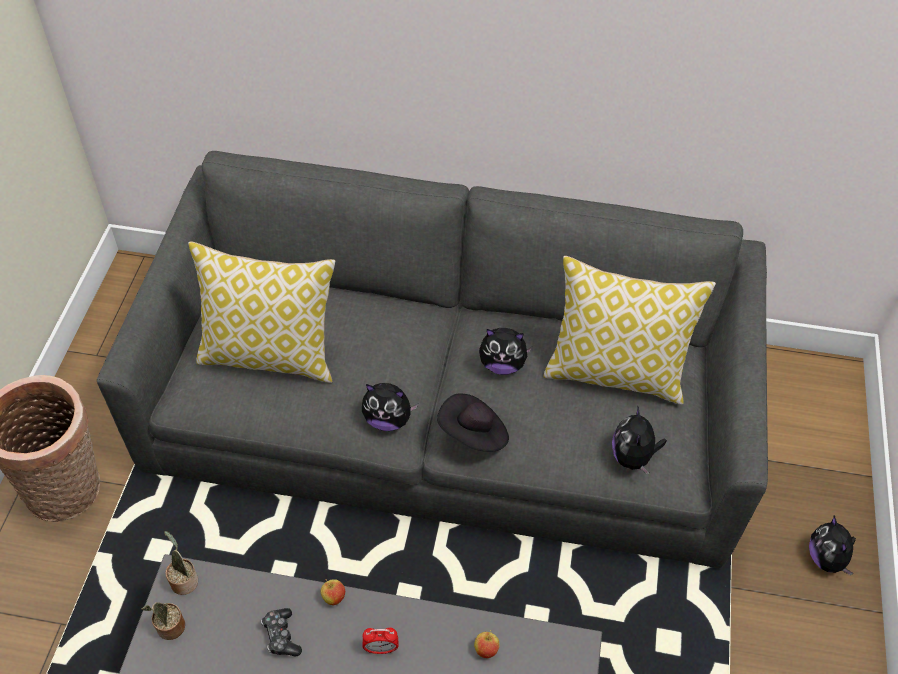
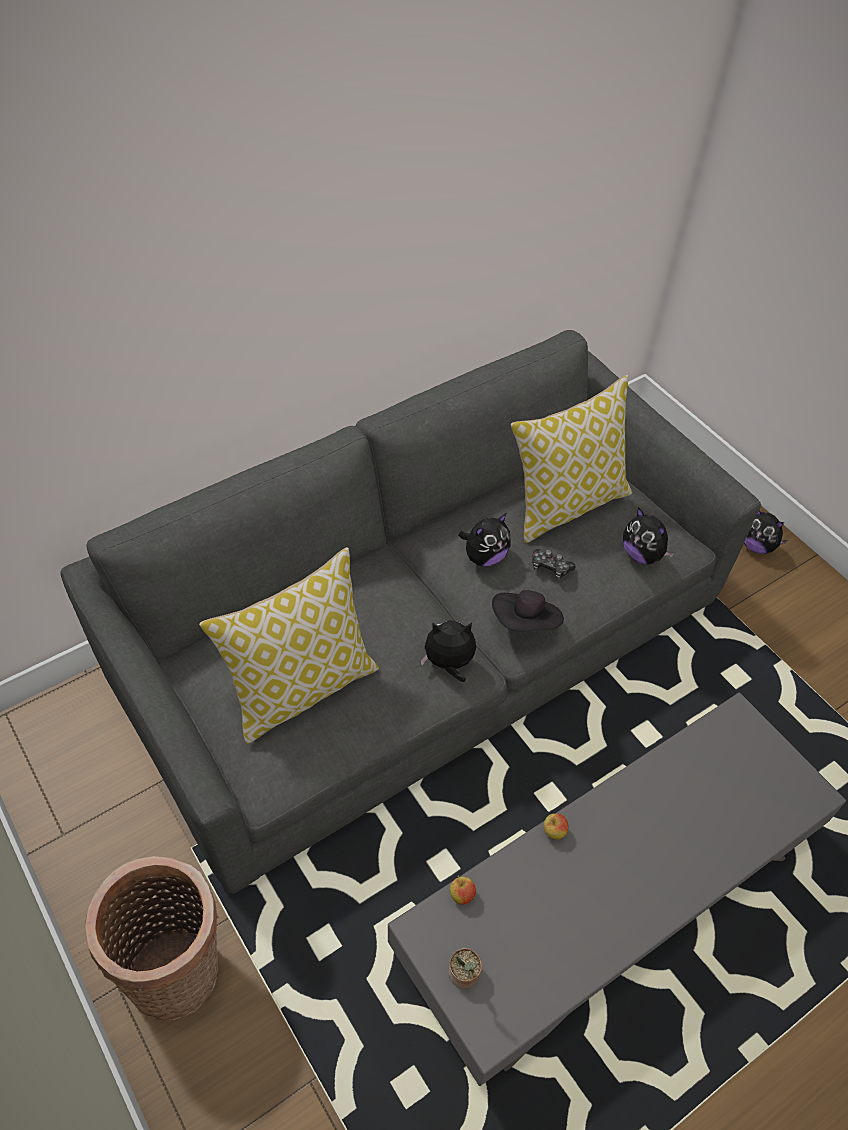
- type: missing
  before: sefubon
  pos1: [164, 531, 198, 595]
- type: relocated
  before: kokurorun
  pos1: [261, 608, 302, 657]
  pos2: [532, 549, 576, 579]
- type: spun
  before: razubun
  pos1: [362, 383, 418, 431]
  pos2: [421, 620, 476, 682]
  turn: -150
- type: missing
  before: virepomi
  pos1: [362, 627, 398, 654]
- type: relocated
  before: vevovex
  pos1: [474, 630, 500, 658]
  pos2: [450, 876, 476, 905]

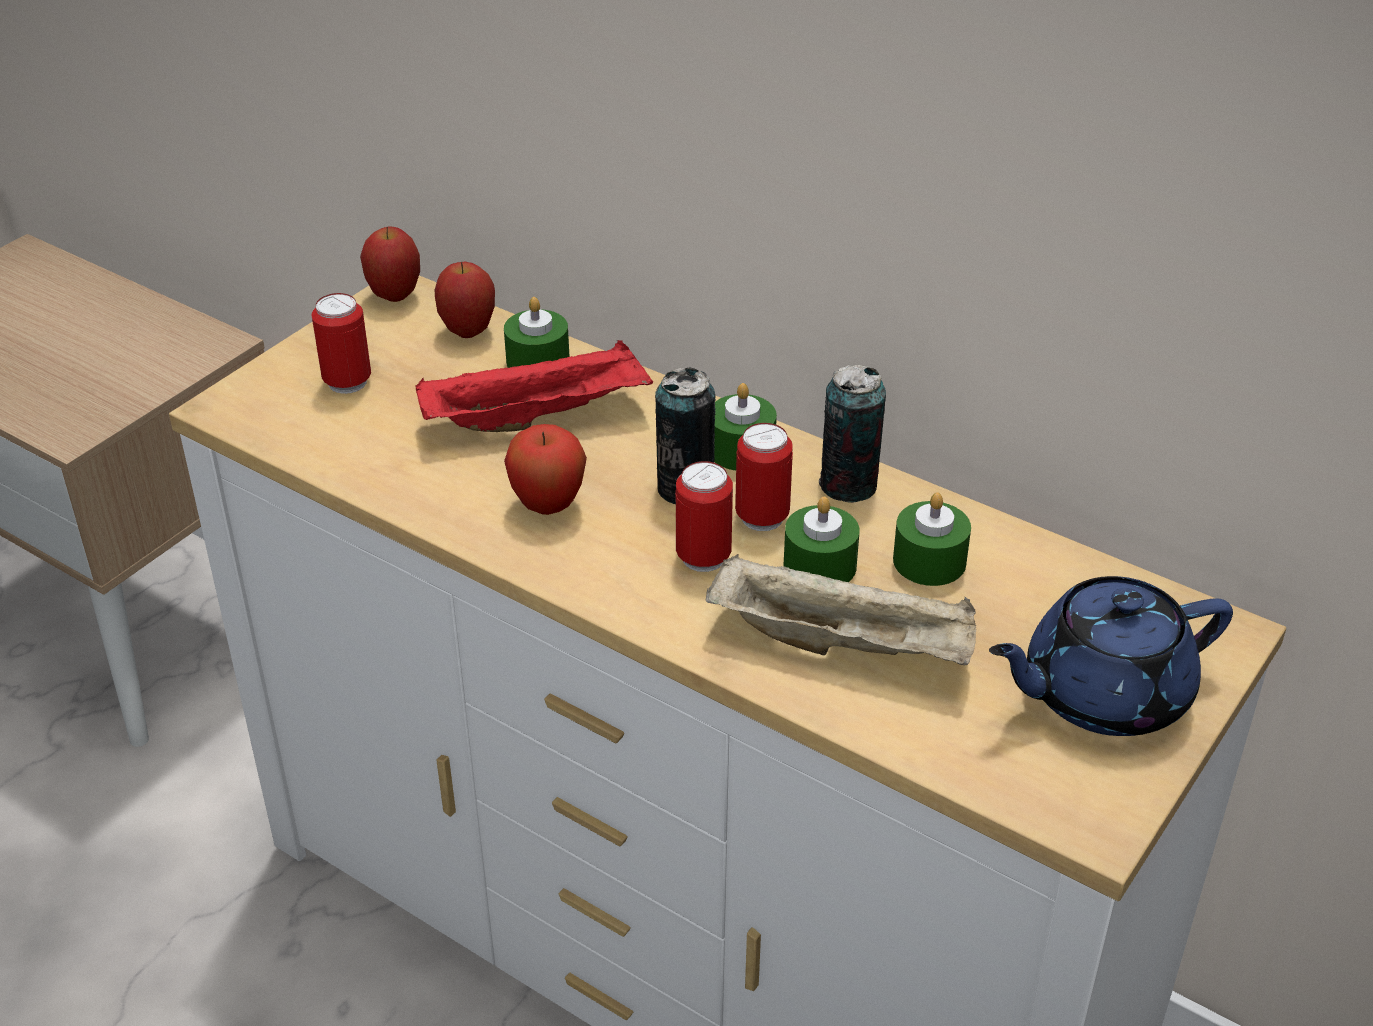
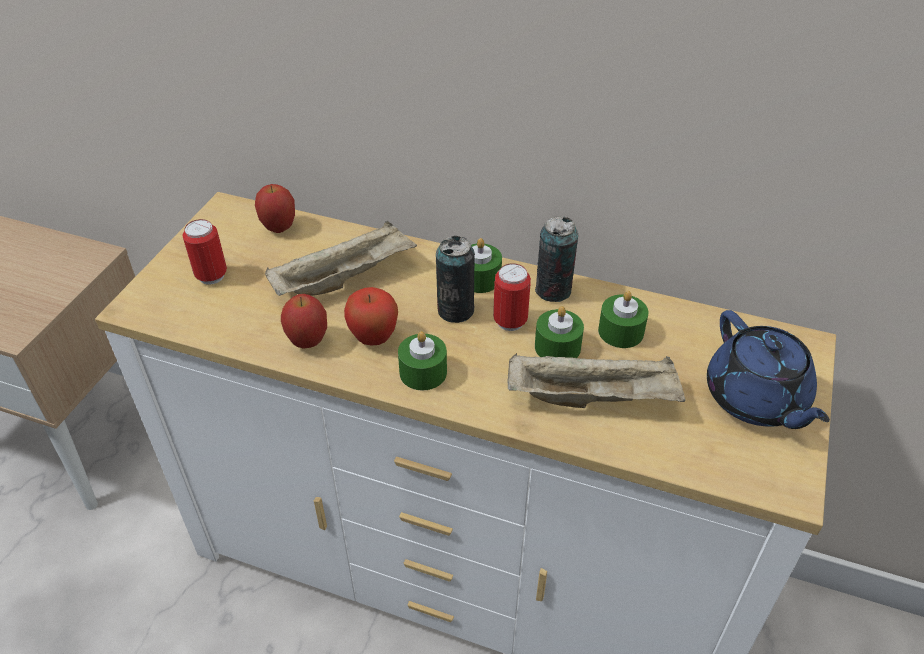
- type: relocated
  before: vevovex
  pos1: [360, 226, 420, 302]
  pos2: [281, 294, 327, 349]
- type: colour
  before: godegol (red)
  after: godegol (beige)
  pos1: [416, 340, 653, 432]
  pos2: [265, 221, 417, 296]
- type: relocated
  before: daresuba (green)
  pos1: [504, 297, 570, 368]
  pos2: [398, 331, 447, 391]
- type: missing
  before: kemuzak
  pos1: [676, 461, 733, 572]
- type: spun
  before: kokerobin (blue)
  pos1: [989, 576, 1233, 736]
  pos2: [707, 310, 830, 429]
  turn: -75

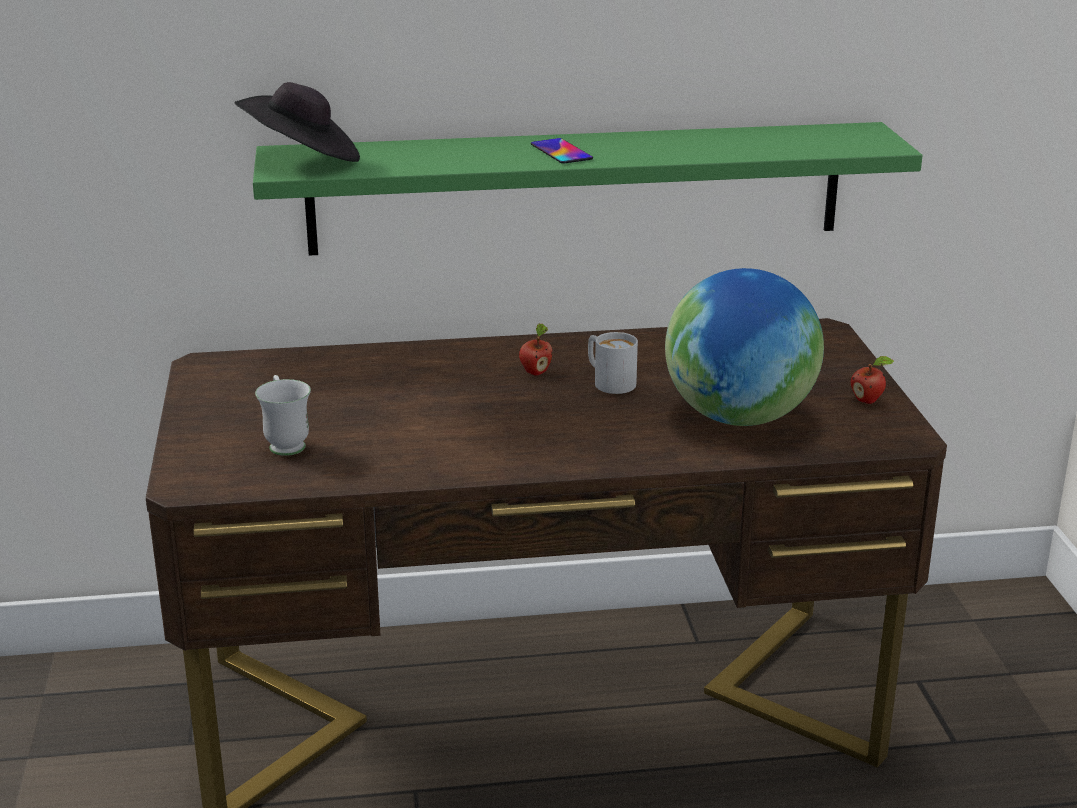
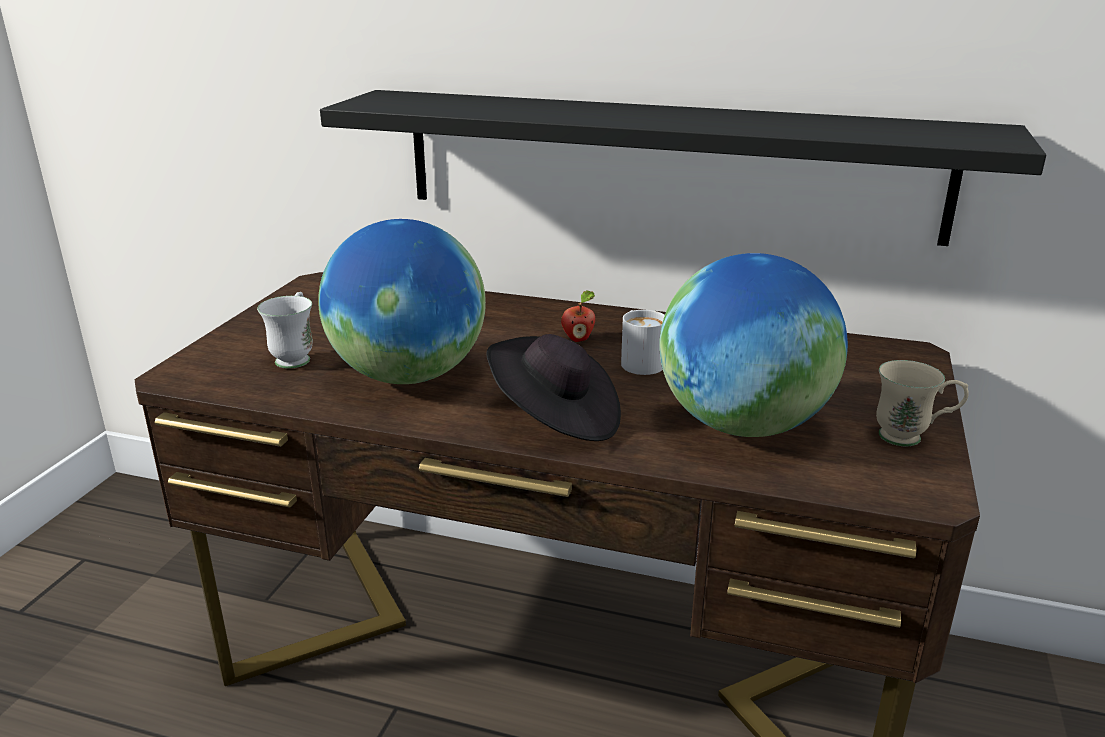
- type: relocated
  before: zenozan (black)
  pos1: [235, 82, 360, 162]
  pos2: [486, 334, 621, 441]
- type: colour
  before: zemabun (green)
  after: zemabun (black)
  pos1: [253, 122, 922, 256]
  pos2: [320, 90, 1046, 246]
- type: missing
  before: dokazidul
  pos1: [531, 138, 593, 164]
- type: exchanged
  before: vevovex
  after: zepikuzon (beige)
  pos1: [851, 356, 894, 404]
  pos2: [876, 360, 969, 446]
- type: appeared
  after: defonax
  pos2: [318, 219, 486, 384]

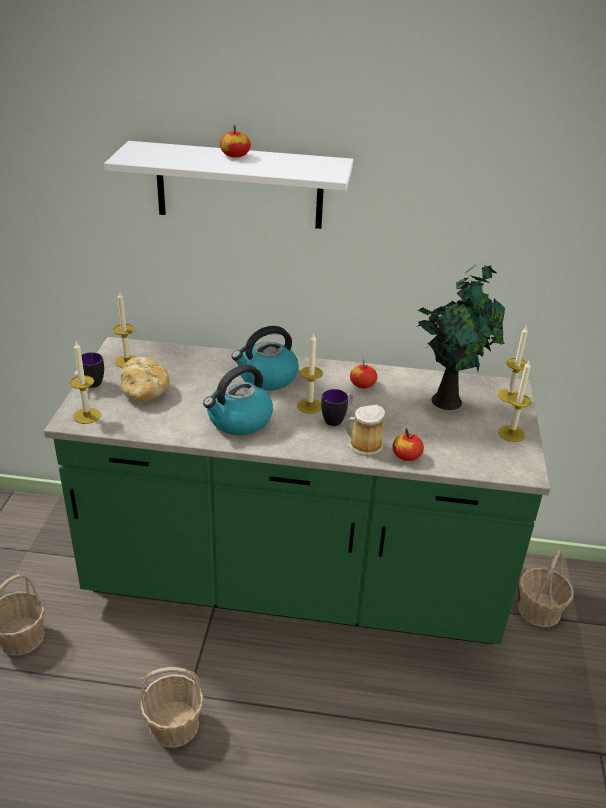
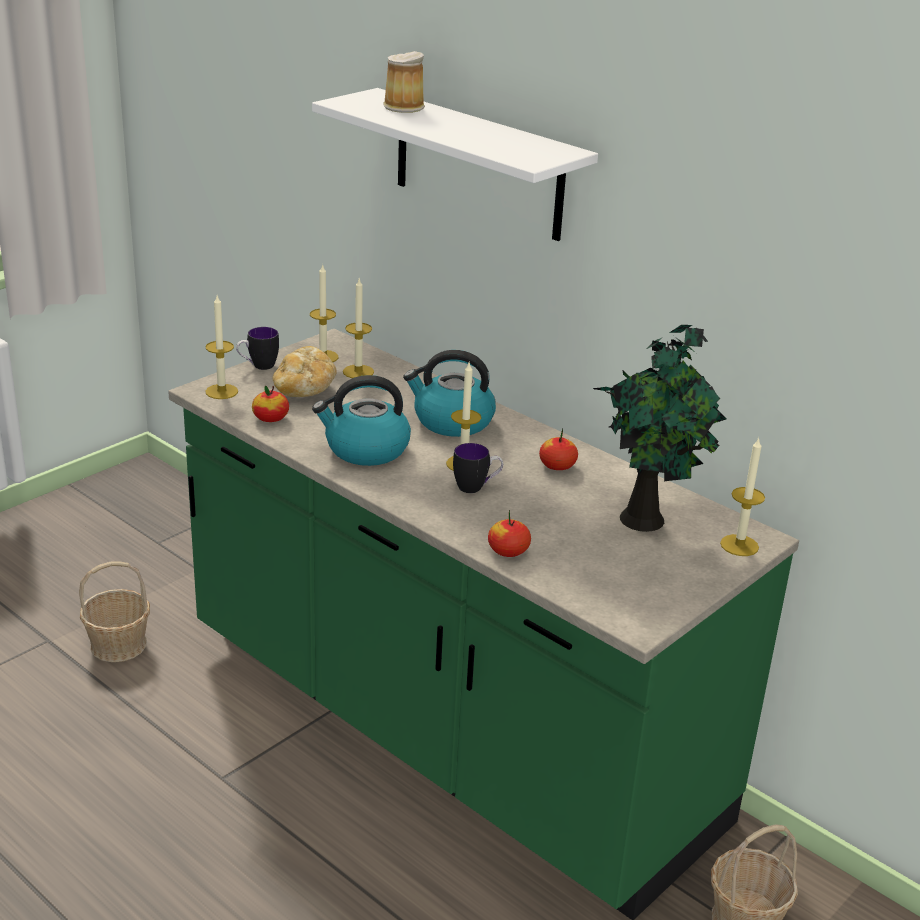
- type: missing
  before: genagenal
  pos1: [140, 667, 204, 748]
- type: relocated
  before: vevovex
  pos1: [220, 126, 251, 158]
  pos2: [252, 385, 289, 422]
- type: relocated
  before: zepikuzon
  pos1: [346, 405, 385, 455]
  pos2: [383, 51, 425, 113]
- type: relocated
  before: daresuba
  pos1: [498, 361, 532, 442]
  pos2: [343, 279, 374, 378]

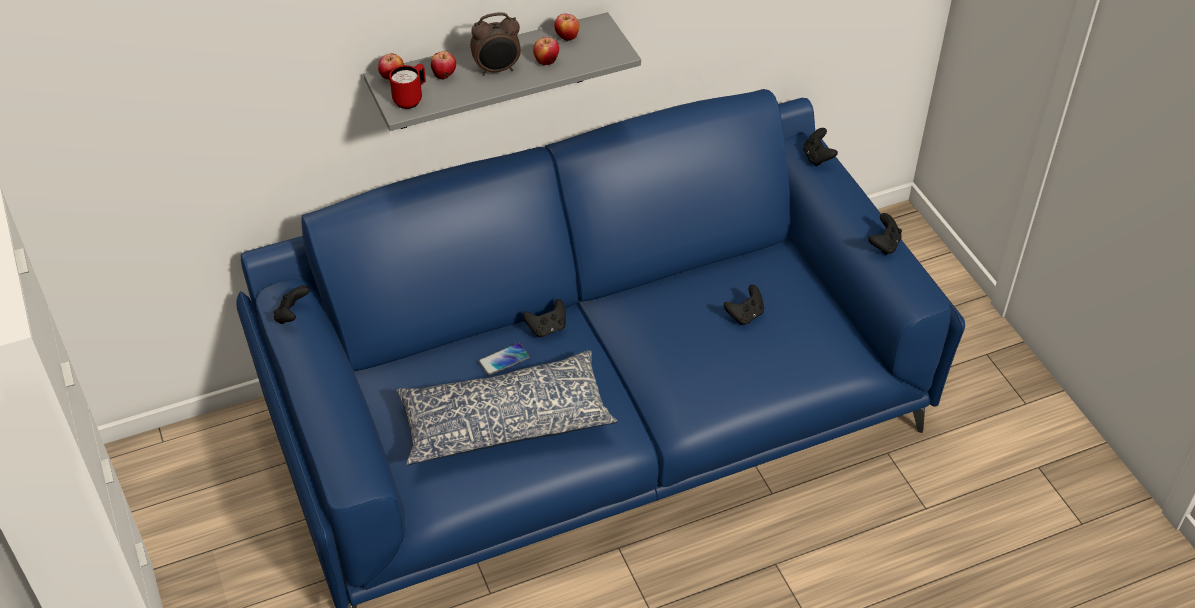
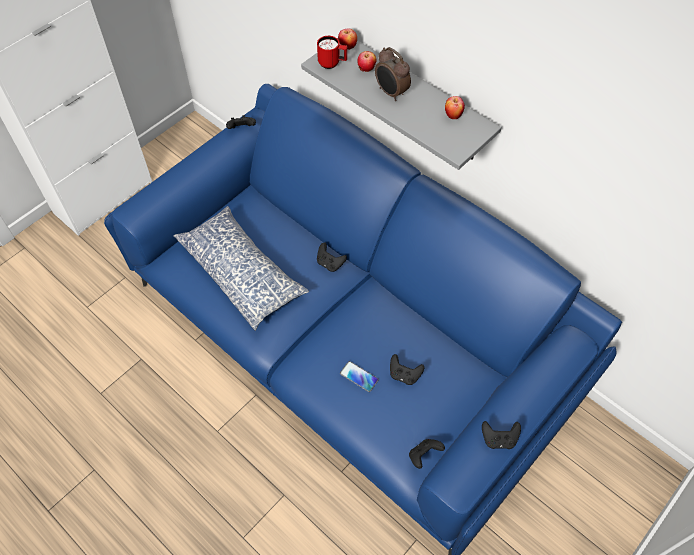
- type: relocated
  before: dokazidul
  pos1: [478, 343, 530, 376]
  pos2: [340, 361, 379, 392]
- type: missing
  before: vevovex
  pos1: [533, 37, 559, 66]
- type: relocated
  before: kokurorun (black)
  pos1: [803, 128, 838, 166]
  pos2: [409, 439, 445, 469]

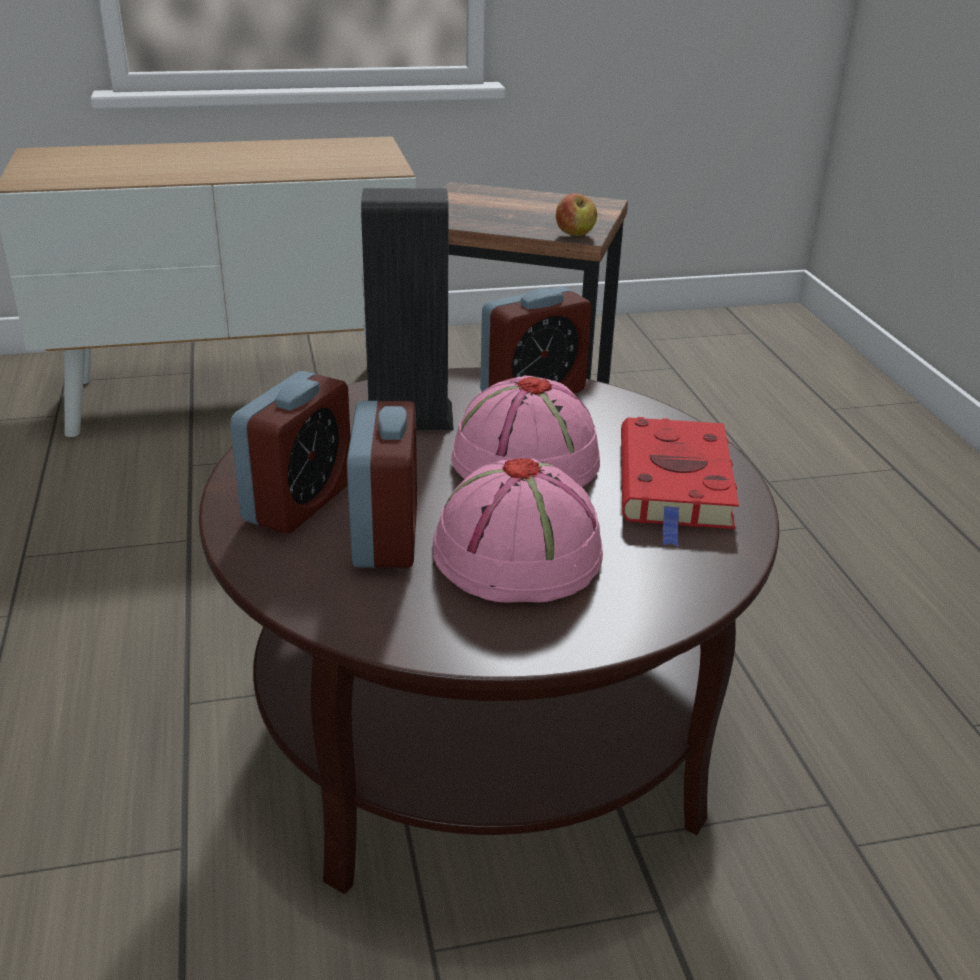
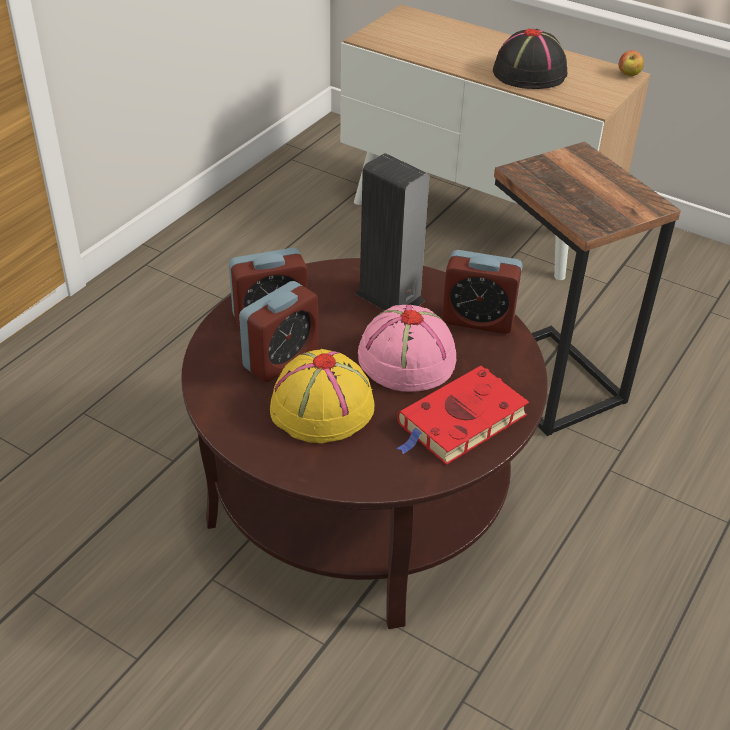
- type: colour
  before: zenozan (pink)
  after: zenozan (yellow)
  pos1: [433, 458, 603, 603]
  pos2: [270, 349, 374, 443]
- type: relocated
  before: vevovex
  pos1: [556, 193, 597, 236]
  pos2: [619, 50, 644, 76]
- type: appeared
  after: zenozan (black)
  pos2: [493, 29, 567, 89]

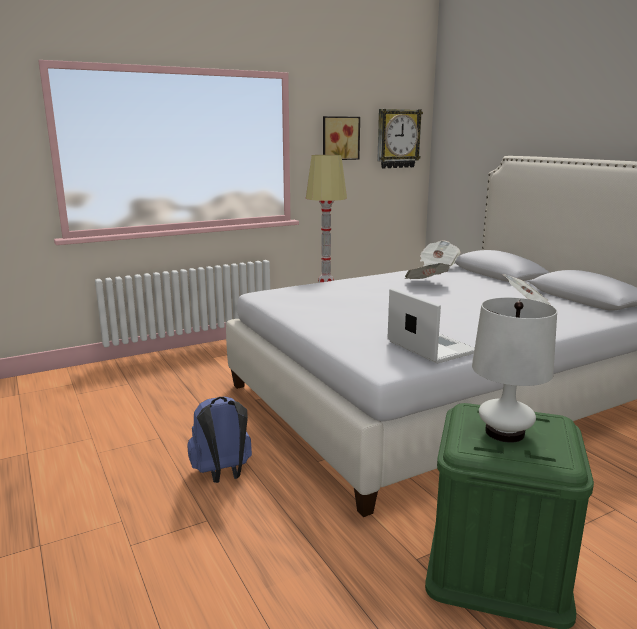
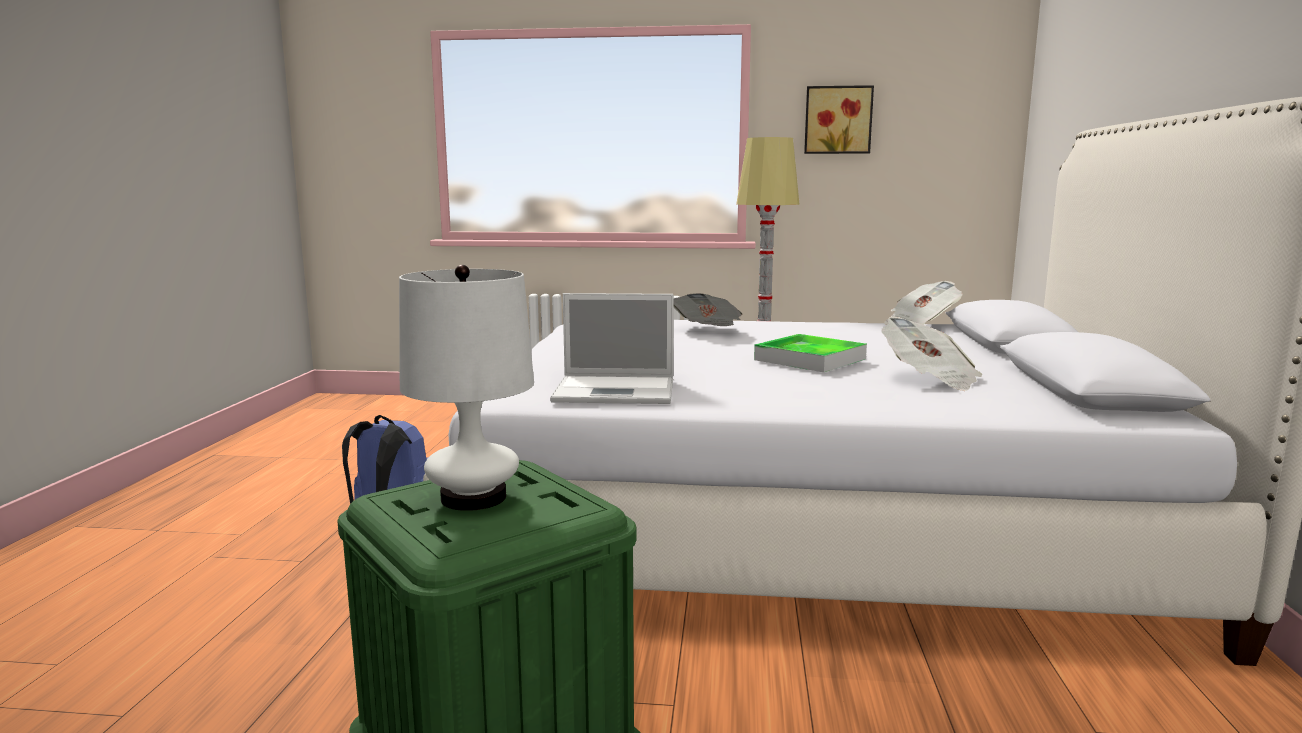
- type: missing
  before: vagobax
  pos1: [377, 109, 423, 168]
- type: spun
  before: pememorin
  pos1: [387, 288, 475, 364]
  pos2: [550, 293, 674, 404]
  turn: 90
- type: relocated
  before: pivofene
  pos1: [404, 263, 450, 279]
  pos2: [674, 293, 742, 326]
- type: appeared
  after: godegol
  pos2: [754, 334, 867, 372]

